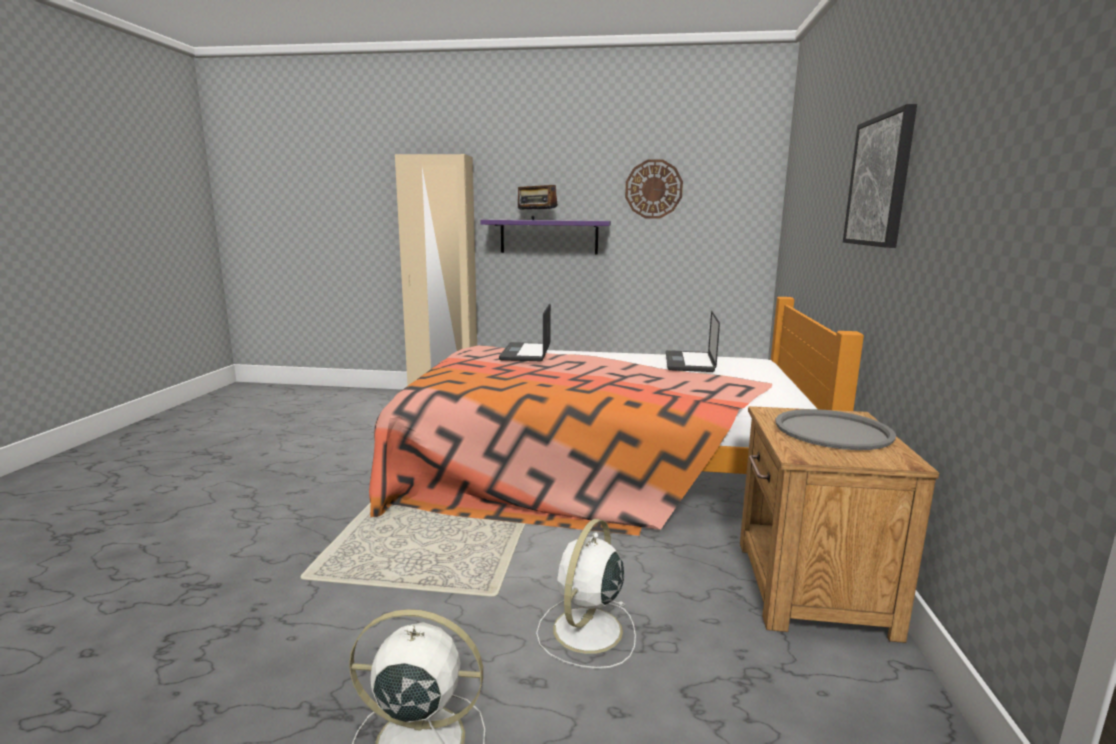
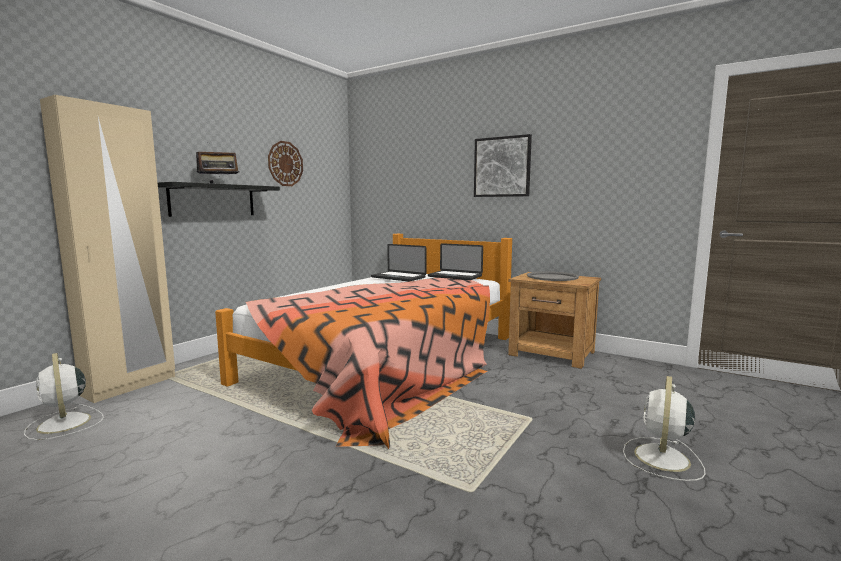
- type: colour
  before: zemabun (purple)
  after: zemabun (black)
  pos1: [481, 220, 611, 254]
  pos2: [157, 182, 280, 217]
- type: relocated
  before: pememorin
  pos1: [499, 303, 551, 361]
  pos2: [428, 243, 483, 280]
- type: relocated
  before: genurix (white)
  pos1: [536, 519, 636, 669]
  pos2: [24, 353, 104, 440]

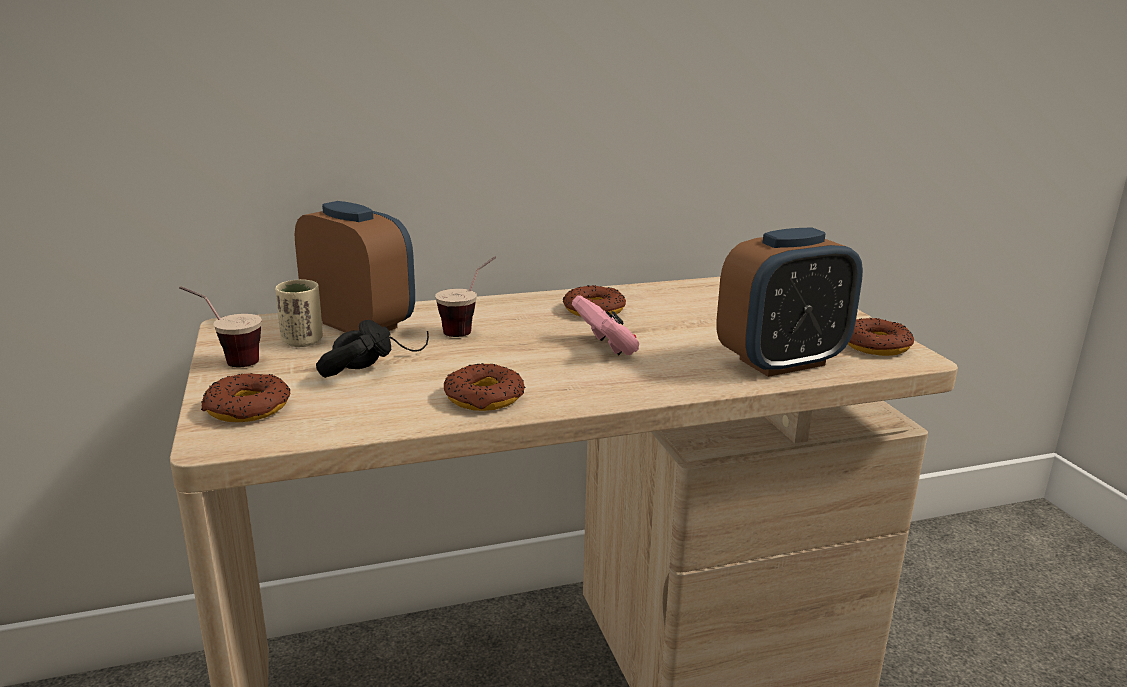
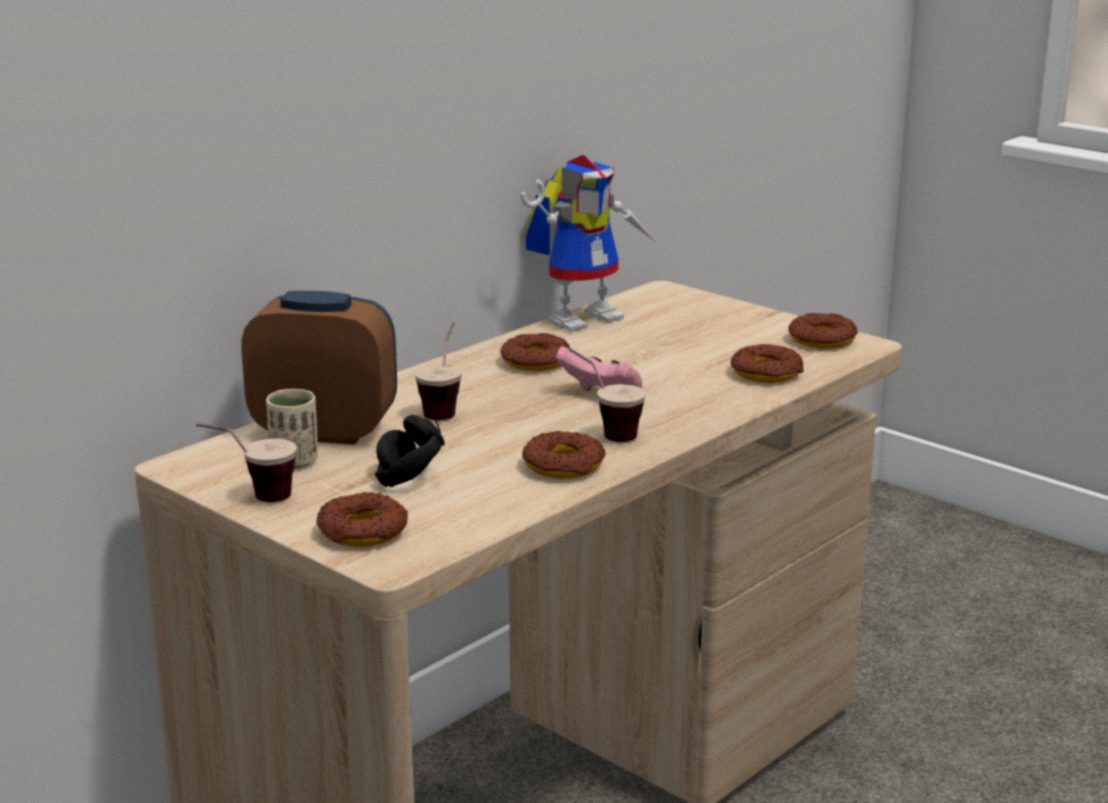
- type: exchanged
  before: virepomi
  after: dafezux
  pos1: [716, 228, 863, 377]
  pos2: [731, 344, 803, 383]
- type: appeared
  after: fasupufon
  pos2: [520, 155, 654, 332]
- type: appeared
  after: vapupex
  pos2: [569, 348, 646, 442]

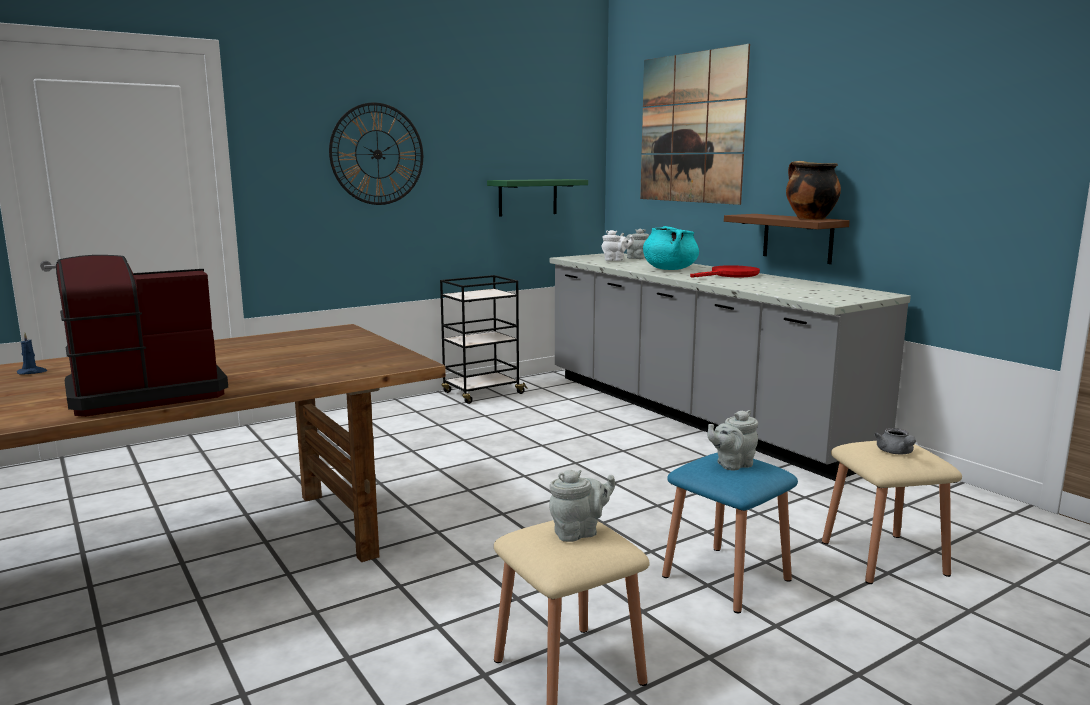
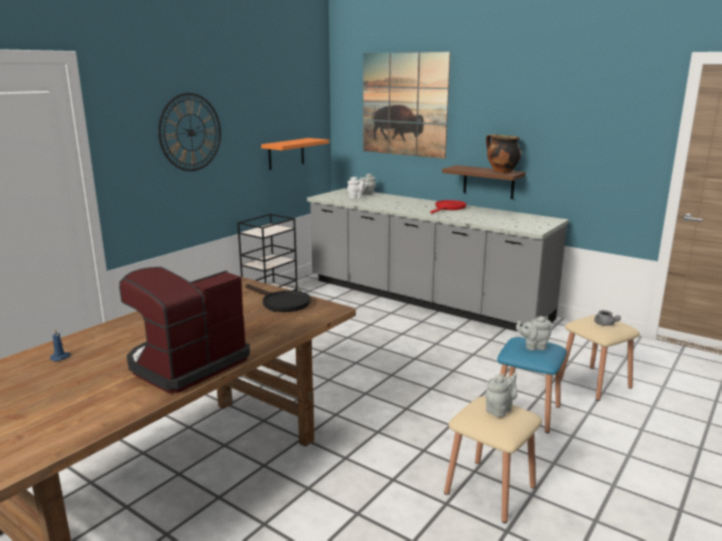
- type: colour
  before: zemabun (green)
  after: zemabun (orange)
  pos1: [487, 179, 588, 217]
  pos2: [261, 138, 329, 170]
- type: missing
  before: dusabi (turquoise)
  pos1: [643, 226, 699, 270]
- type: spun
  before: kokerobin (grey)
  pos1: [708, 410, 758, 470]
  pos2: [516, 316, 552, 351]
  turn: 45
- type: appeared
  after: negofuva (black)
  pos2: [246, 284, 311, 312]

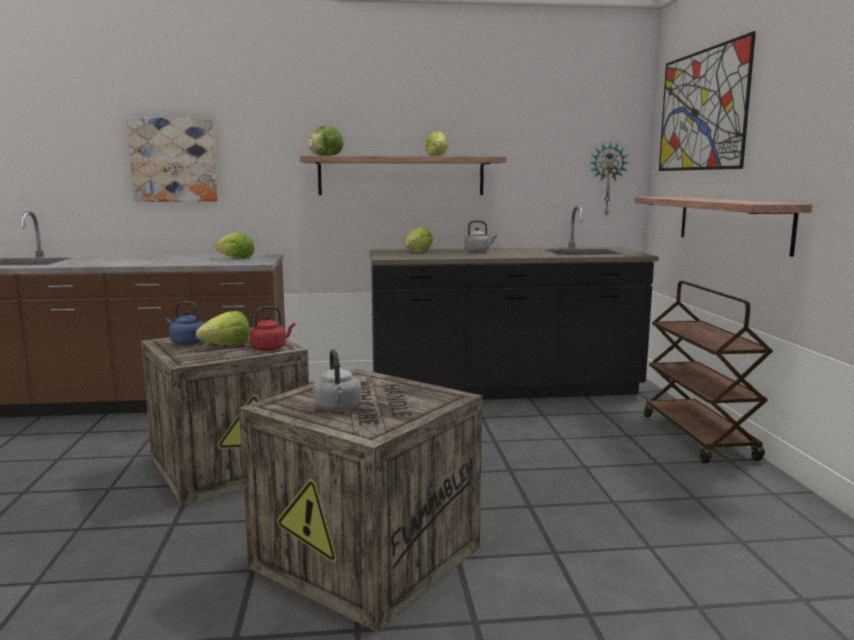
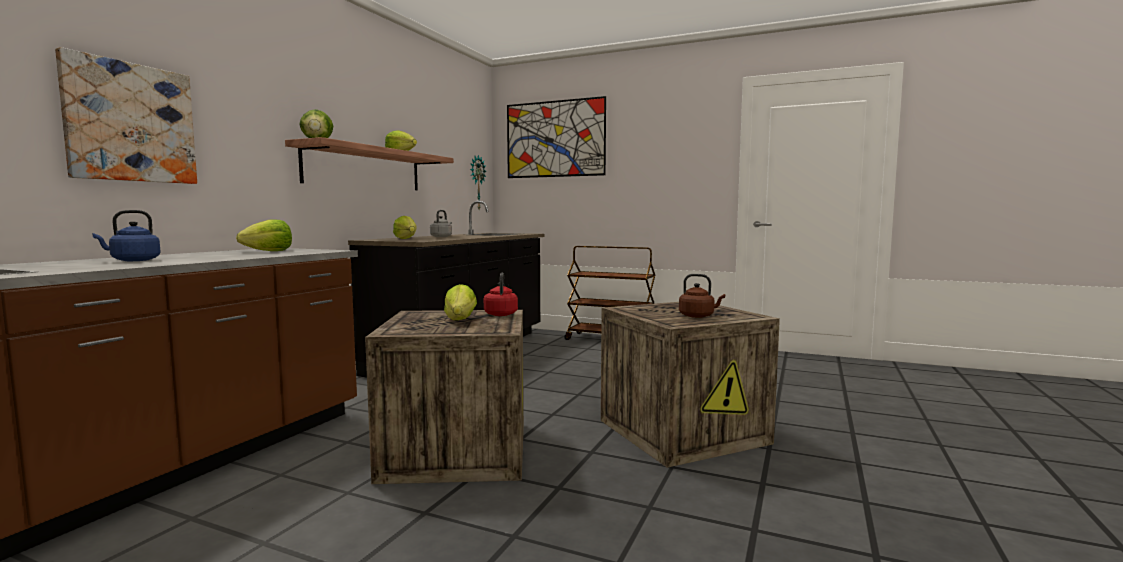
- type: relocated
  before: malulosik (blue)
  pos1: [166, 301, 204, 345]
  pos2: [93, 210, 161, 261]
- type: colour
  before: malulosik (grey)
  after: malulosik (brown)
  pos1: [313, 349, 361, 412]
  pos2: [679, 274, 725, 318]
- type: missing
  before: zemabun
  pos1: [634, 197, 812, 257]

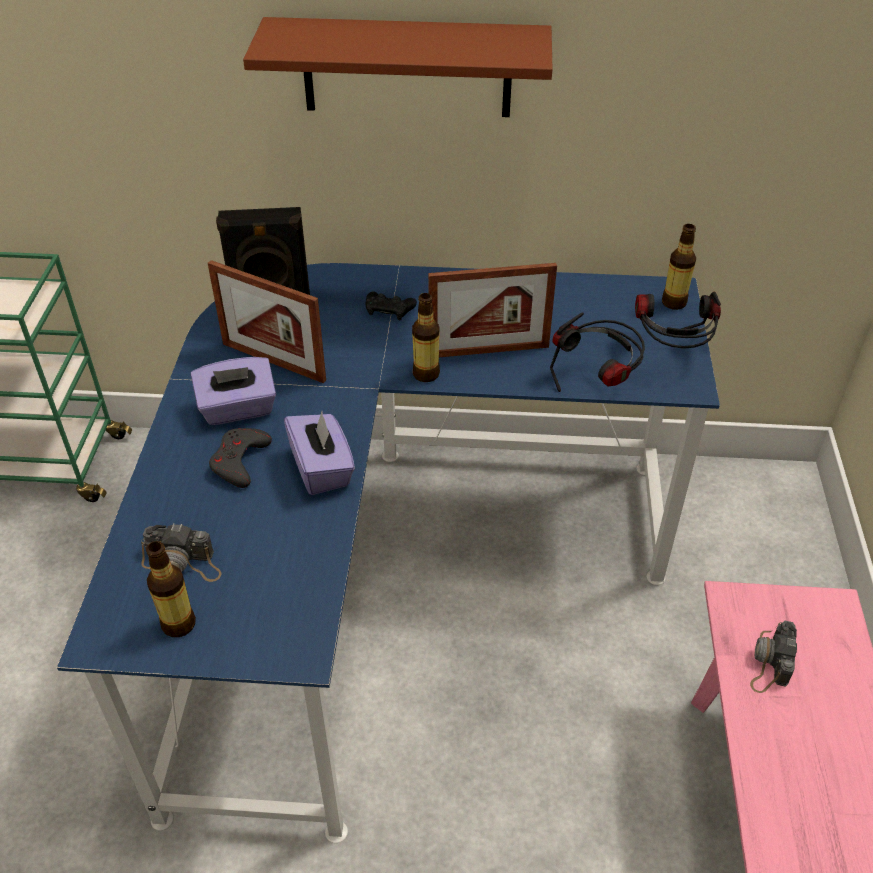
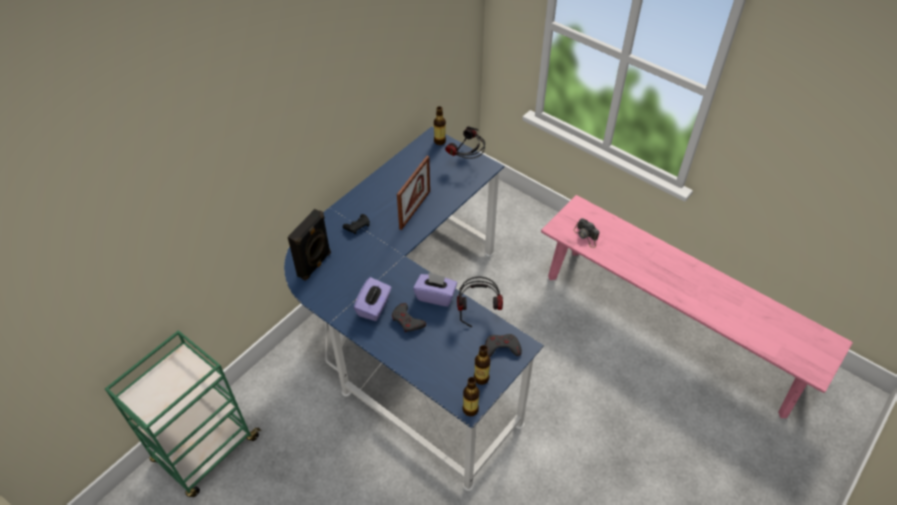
- type: missing
  before: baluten
  pos1: [141, 523, 222, 582]
- type: missing
  before: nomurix
  pos1: [208, 260, 326, 383]
- type: missing
  before: zemabun (brown)
  pos1: [243, 17, 553, 117]
- type: relocated
  before: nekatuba
  pos1: [412, 293, 440, 382]
  pos2: [463, 377, 479, 416]
- type: relocated
  before: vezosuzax
  pos1: [550, 312, 645, 392]
  pos2: [457, 276, 503, 327]
- type: appeared
  after: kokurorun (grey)
  pos2: [485, 334, 522, 357]

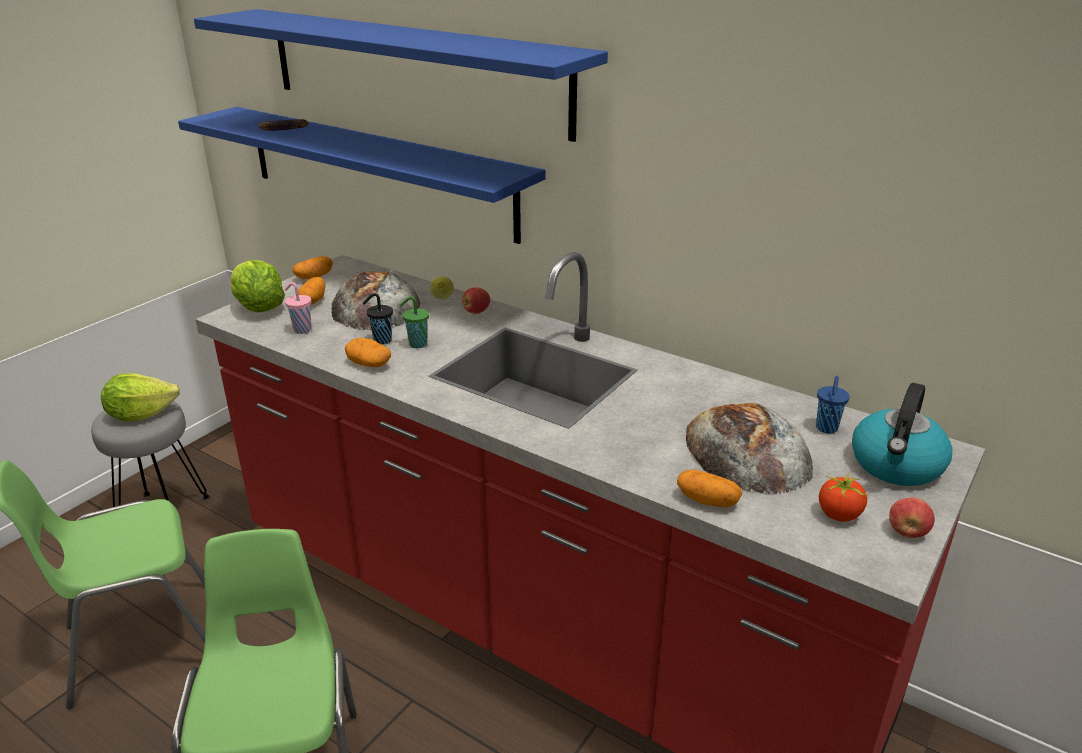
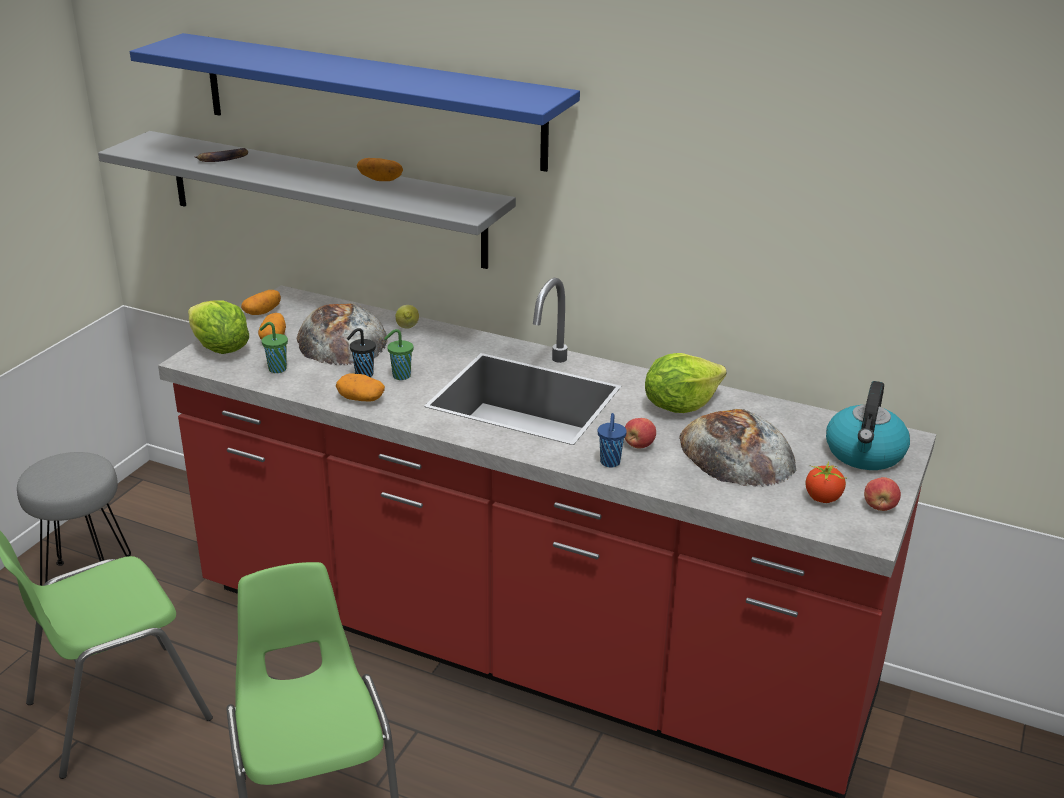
- type: relocated
  before: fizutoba
  pos1: [101, 373, 180, 421]
  pos2: [645, 353, 727, 413]
- type: colour
  before: zemabun (blue)
  after: zemabun (grey)
  pos1: [178, 107, 546, 244]
  pos2: [98, 131, 516, 269]
- type: colour
  before: vapupex (pink)
  after: vapupex (green)
  pos1: [285, 282, 311, 334]
  pos2: [260, 322, 288, 373]
- type: relocated
  before: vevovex
  pos1: [462, 287, 490, 314]
  pos2: [625, 418, 656, 449]
- type: relocated
  before: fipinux
  pos1: [677, 470, 742, 507]
  pos2: [357, 158, 403, 181]
- type: relocated
  before: vapupex (blue)
  pos1: [816, 376, 850, 434]
  pos2: [598, 413, 627, 467]

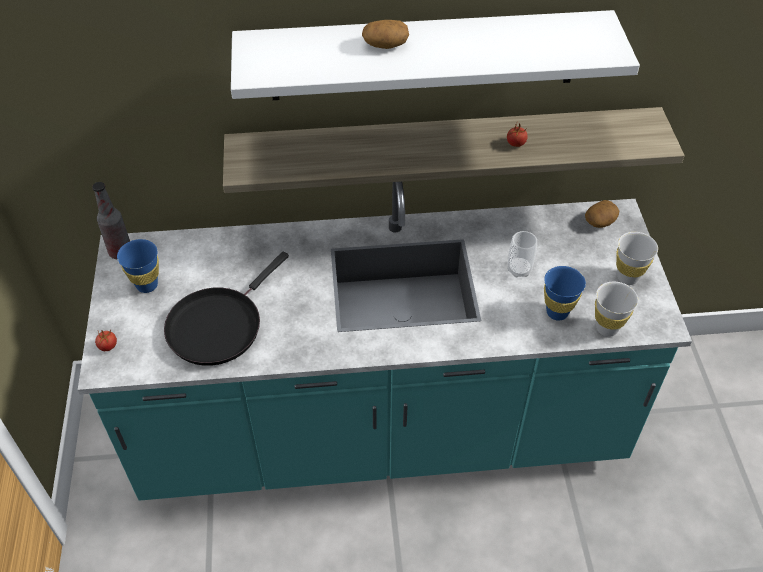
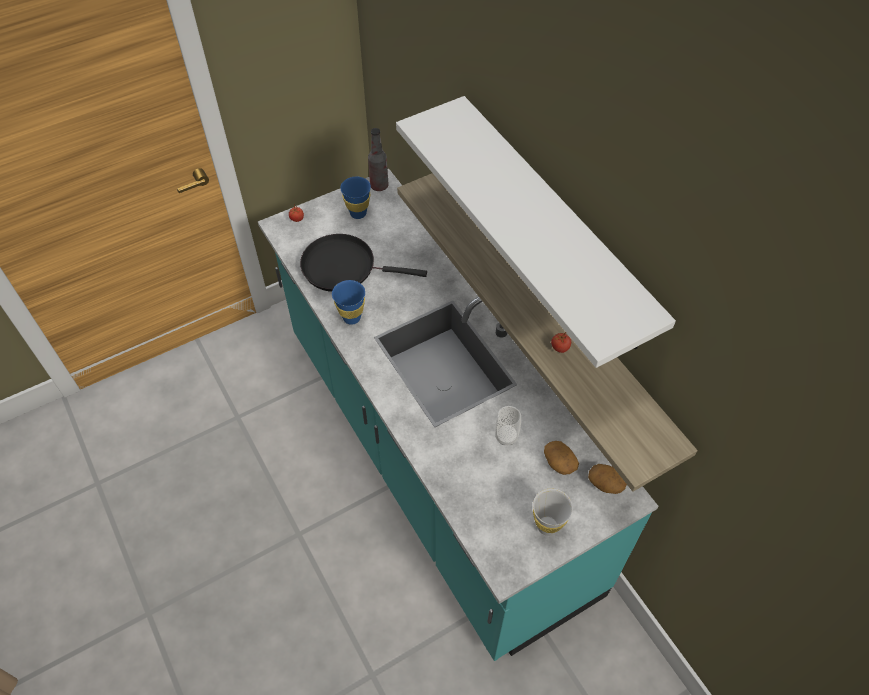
- type: relocated
  before: fipinux
  pos1: [362, 20, 409, 49]
  pos2: [544, 441, 579, 475]
- type: relocated
  before: vapupex (blue)
  pos1: [544, 266, 586, 321]
  pos2: [332, 280, 365, 325]
- type: missing
  before: vapupex (white)
  pos1: [595, 282, 638, 337]

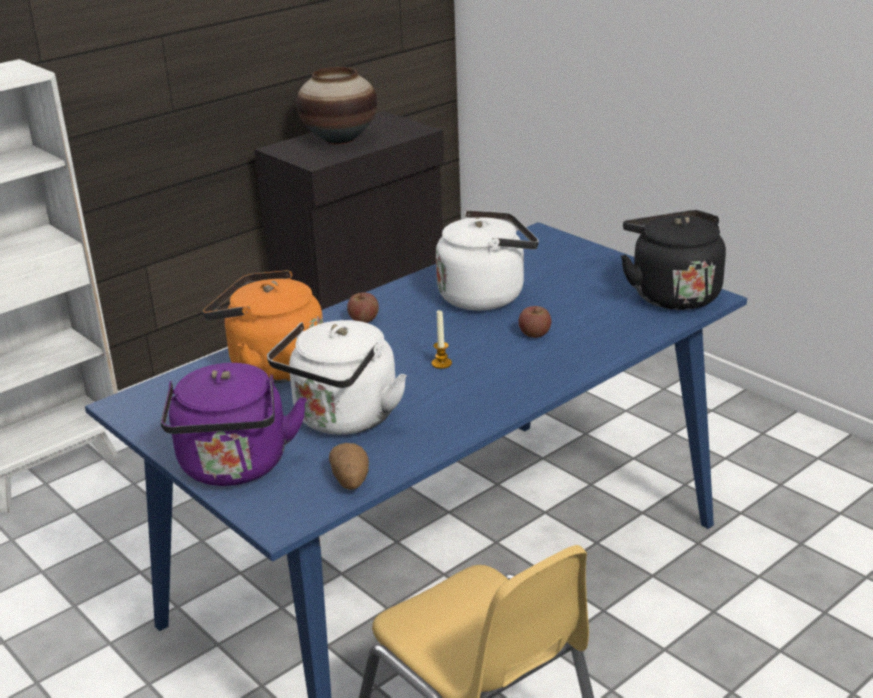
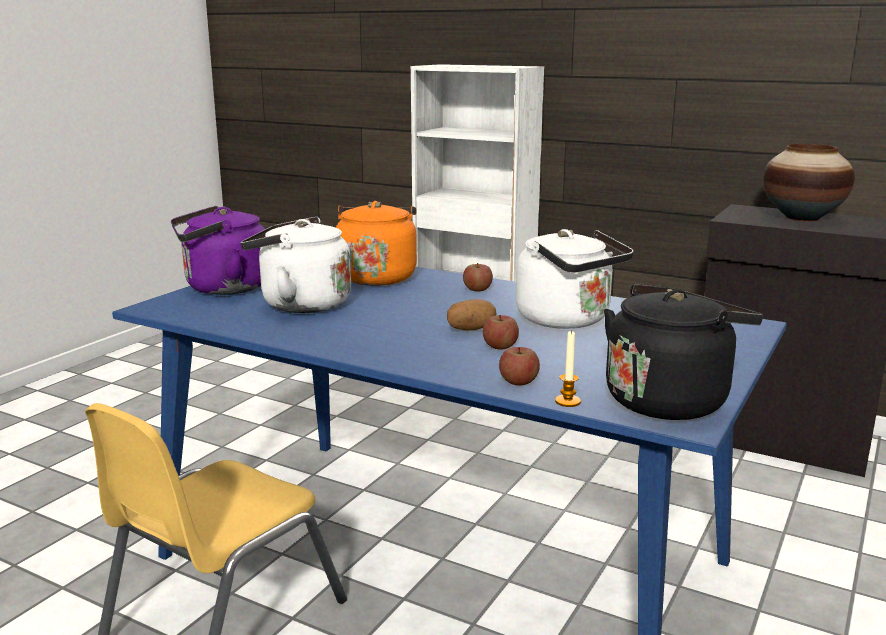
- type: relocated
  before: fipinux
  pos1: [329, 443, 369, 490]
  pos2: [447, 299, 497, 331]
- type: relocated
  before: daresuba
  pos1: [432, 309, 452, 369]
  pos2: [555, 330, 581, 407]
- type: appeared
  after: vevovex
  pos2: [499, 347, 540, 386]

